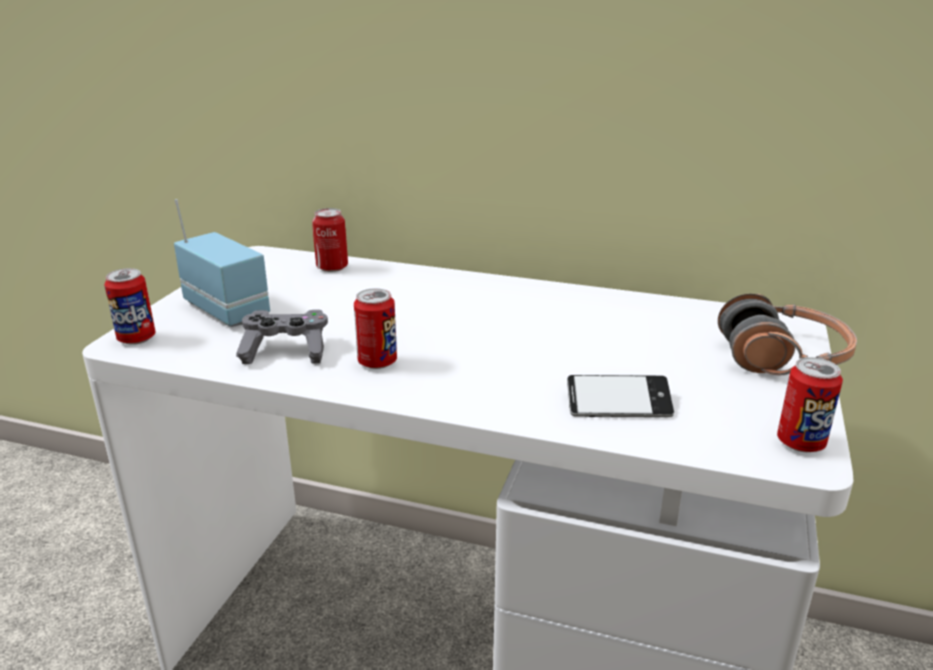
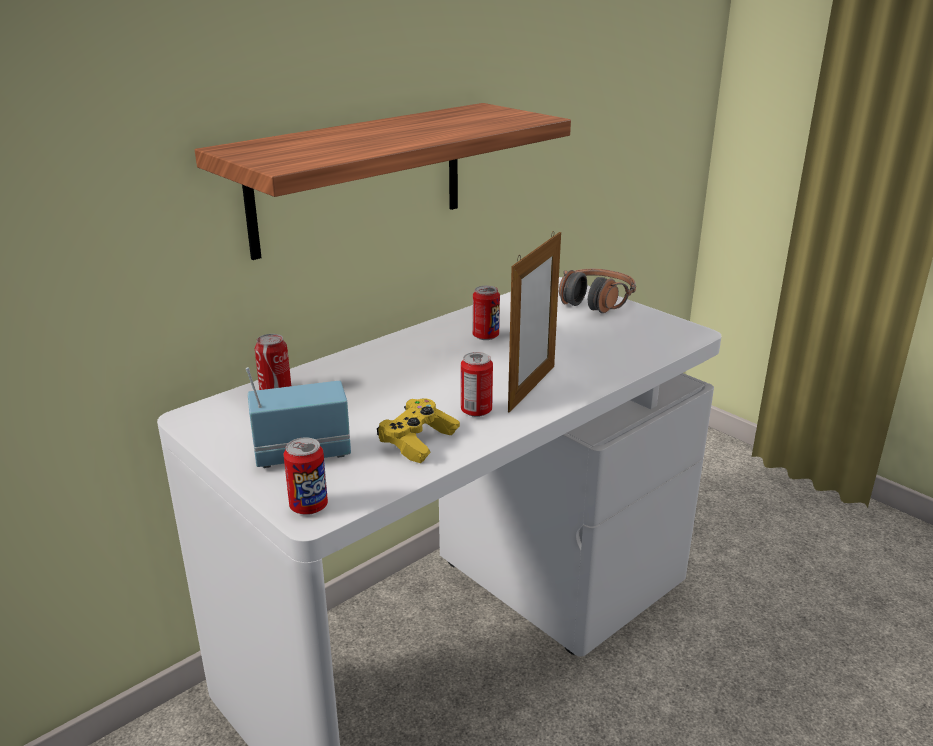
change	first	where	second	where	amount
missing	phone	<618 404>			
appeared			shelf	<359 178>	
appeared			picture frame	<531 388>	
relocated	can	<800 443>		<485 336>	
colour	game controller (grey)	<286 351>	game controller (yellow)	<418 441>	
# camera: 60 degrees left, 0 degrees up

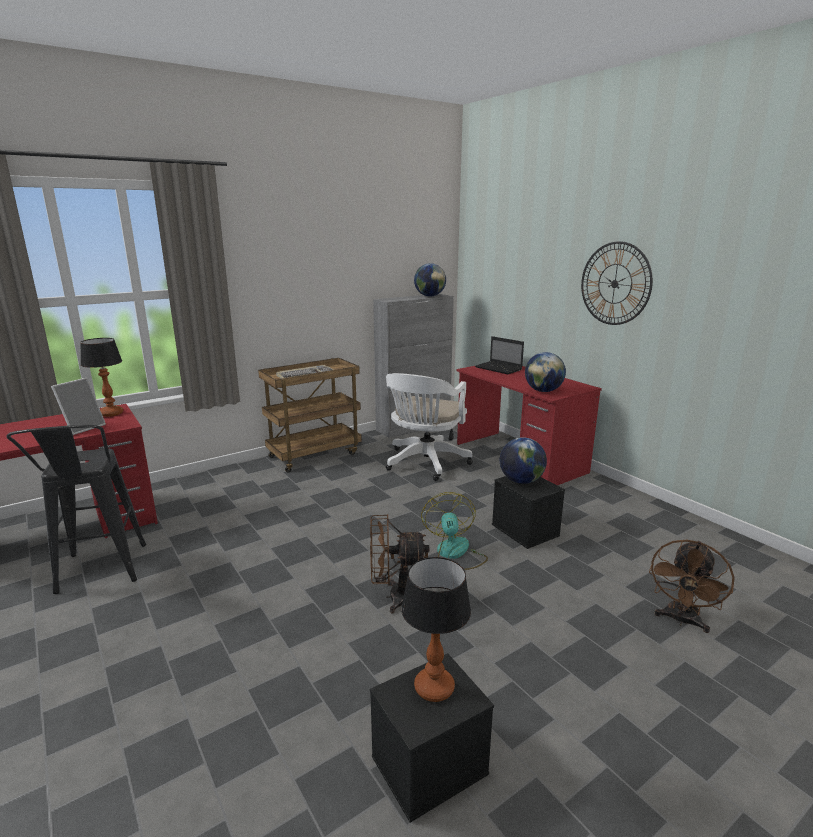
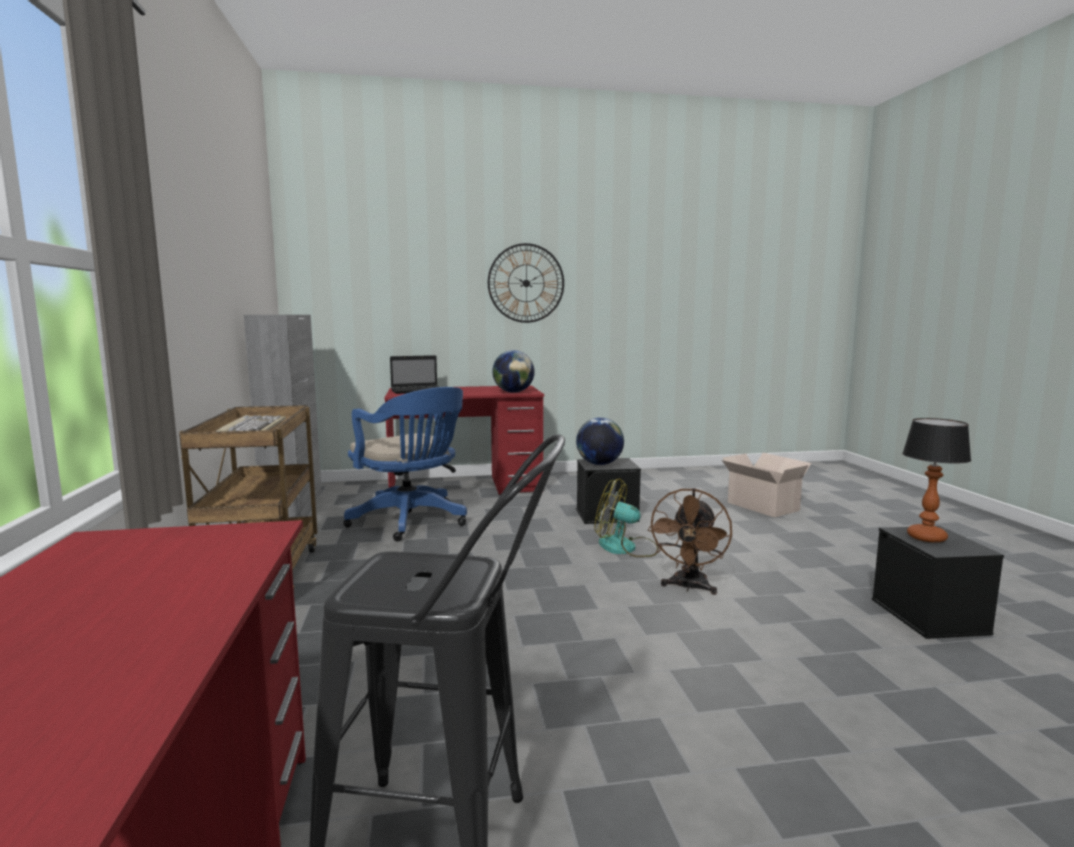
change	first	where	second	where	amount
missing	picture frame	<83 428>			
missing	table lamp	<112 413>			
missing	globe	<429 296>			
exchanged	fan (brown)	<681 620>	cardboard box	<761 506>	
colour	office chair (white)	<425 463>	office chair (blue)	<411 522>	
# camera: 65 degrees left, 10 degrees down

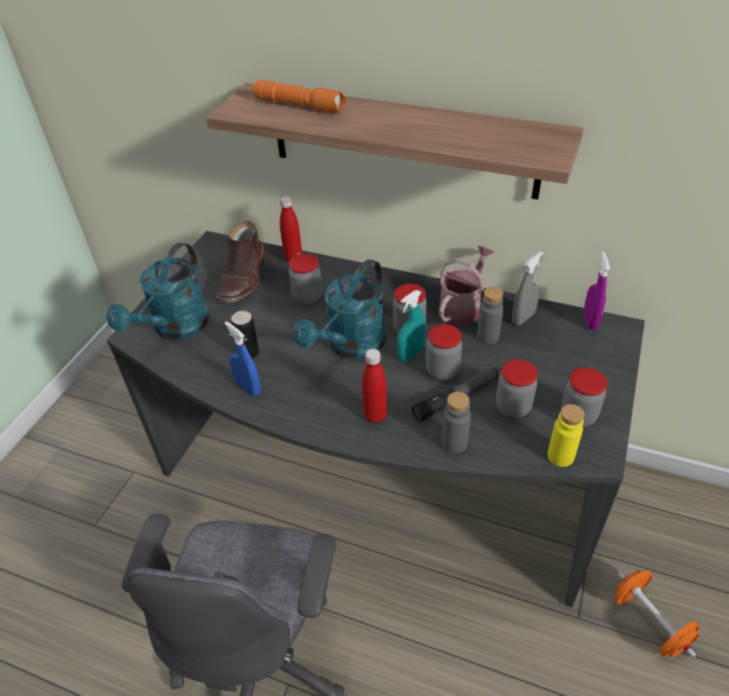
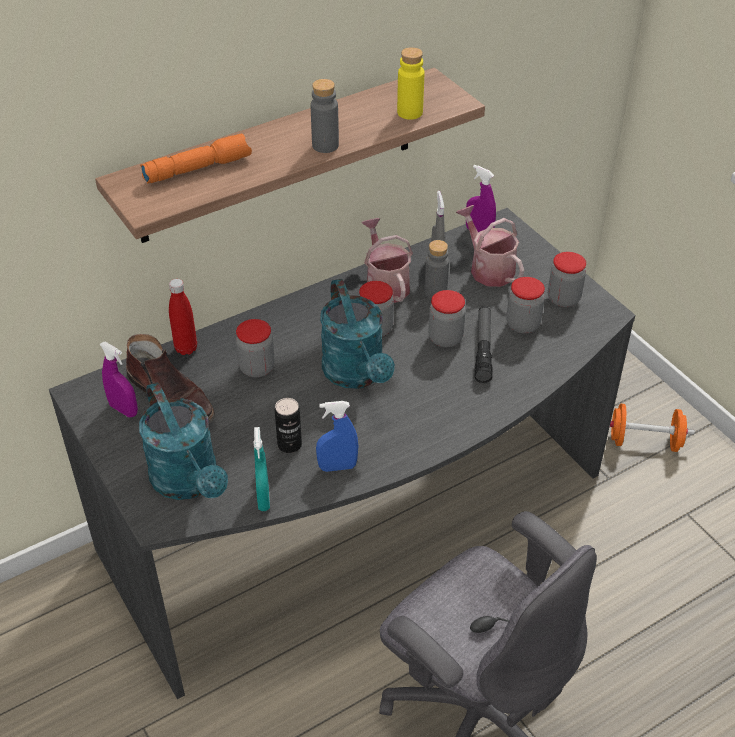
change	first	where	second	where	amount
missing	bottle (red)	<375 415>			
appeared			spray bottle (purple)	<123 410>	
appeared			watering can	<488 268>	
relocated	spray bottle (turquoise)	<410 354>		<263 498>	
relocated	bottle (grey)	<454 443>		<325 145>	
relocated	bottle (yellow)	<560 456>		<410 112>	
# camera: 55 degrees left, 0 degrees up

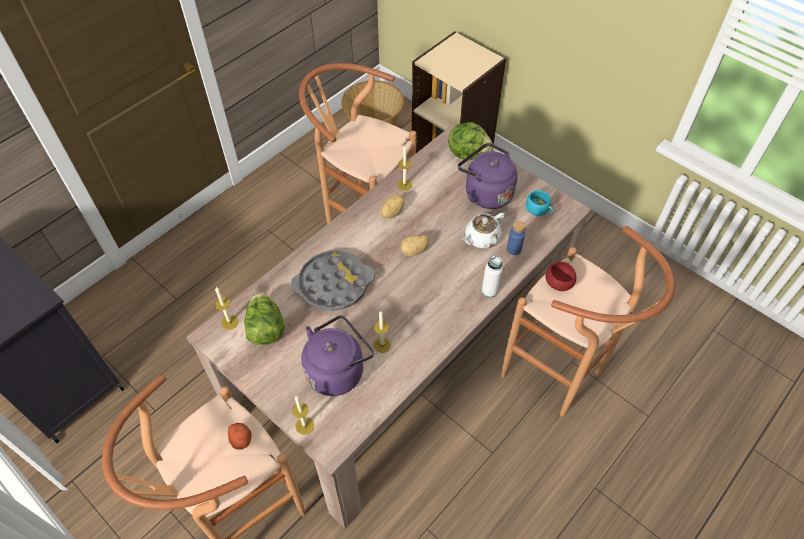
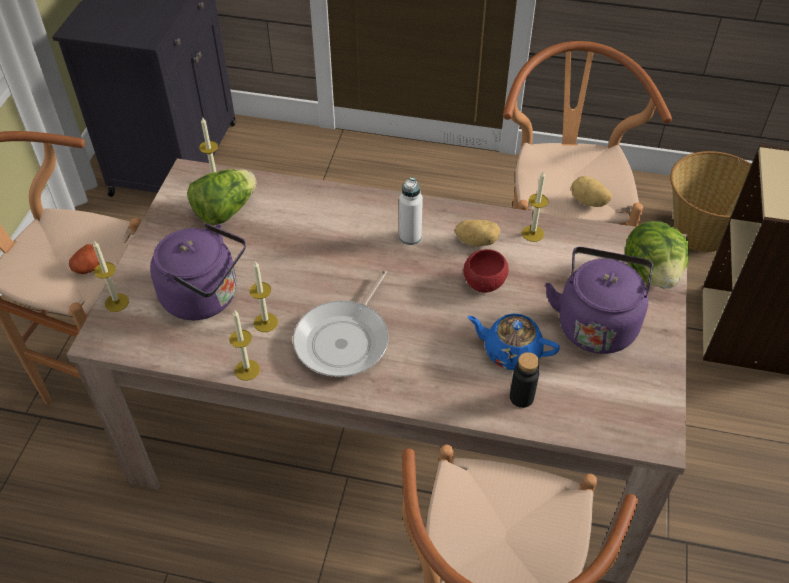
change	first	where	second	where	amount
missing	tray (grey)	<333 284>			
missing	cup (turquoise)	<539 209>			
appeared			candle	<247 370>	
appeared			frying pan	<345 339>	
relocated	potato	<415 251>		<588 202>	
relocated	bottle (white)	<489 291>		<410 237>	
relocated	bowl (red)	<558 283>		<484 283>	
colour	teapot (white)	<481 238>	teapot (blue)	<511 352>	
colour	bottle (blue)	<514 249>	bottle (black)	<521 397>	
# camera: 60 degrees right, 5 degrees down

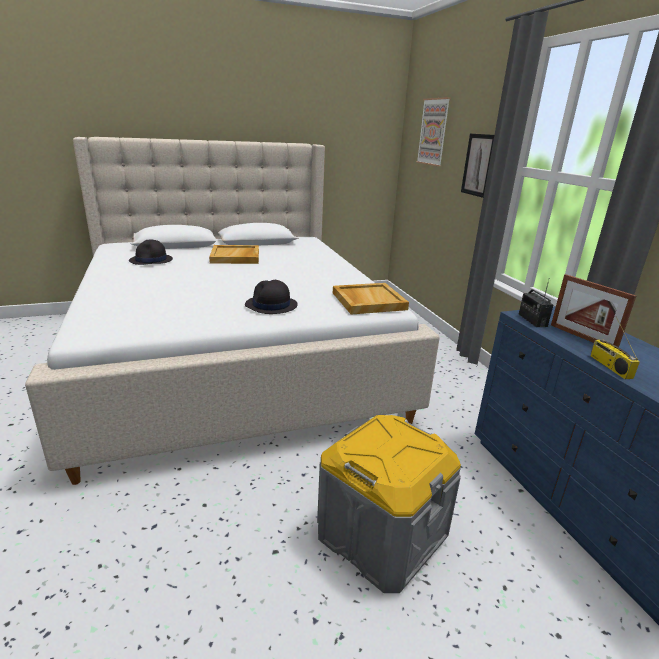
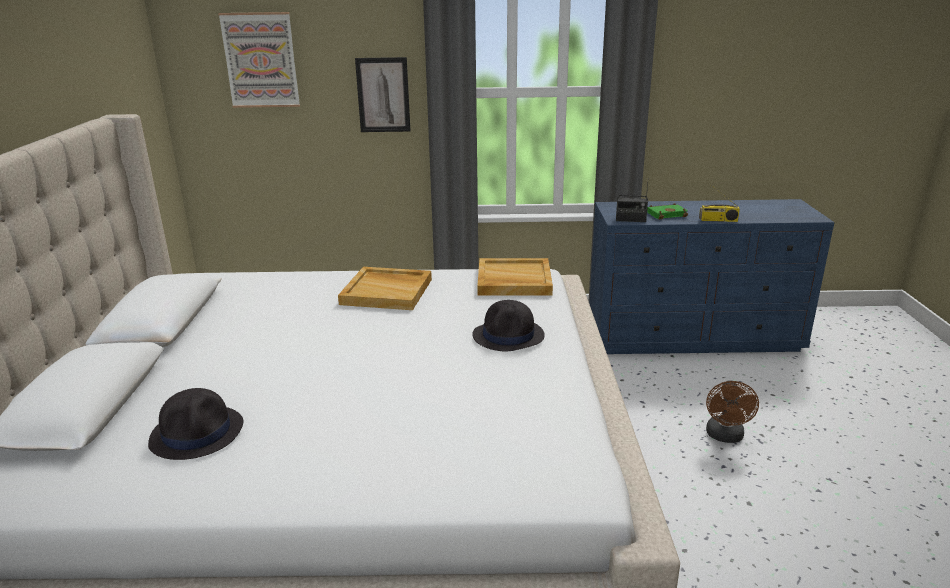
change	first	where	second	where	amount
relocated	tray (beige)	<236 257>		<387 291>	
exchanged	storage box (grey)	<381 535>	fan (brown)	<725 437>	
exchanged	picture frame	<582 337>	book (green)	<667 214>	
# camera: 70 degrees left, 0 degrees up

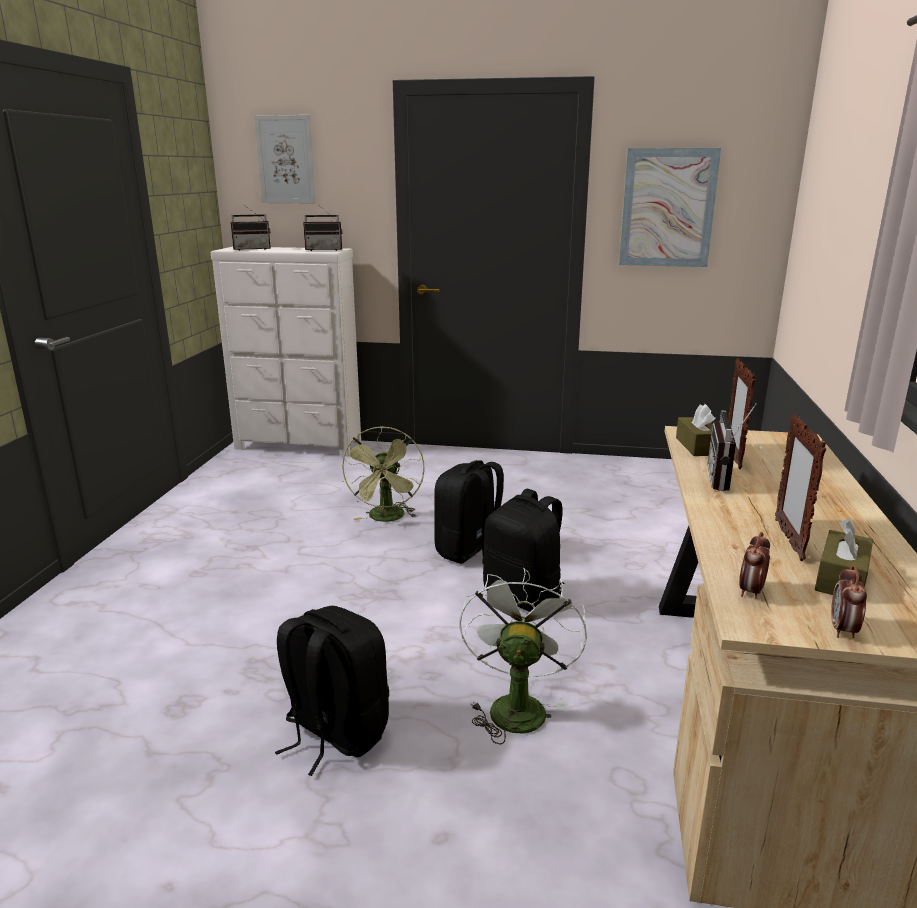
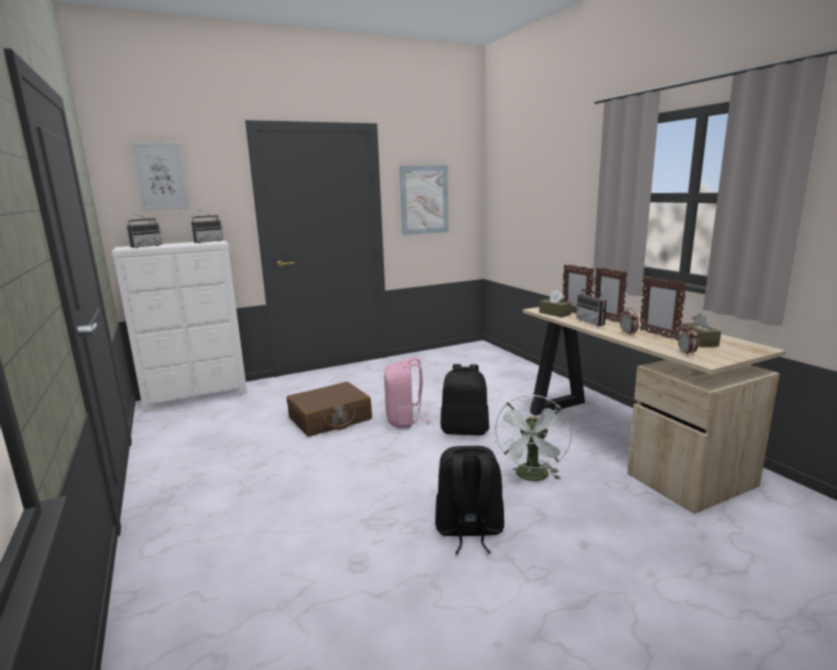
change	first	where	second	where	amount
appeared			picture frame	<607 319>	
relocated	alarm clock	<843 630>		<628 334>	
exchanged	fan (green)	<387 518>	suitcase (brown)	<330 419>	
colour	backpack (black)	<469 551>	backpack (pink)	<405 420>	
spun	fan (white)	<516 705>		<532 477>	135 degrees counterclockwise
# camera: 35 degrees left, 5 degrees down

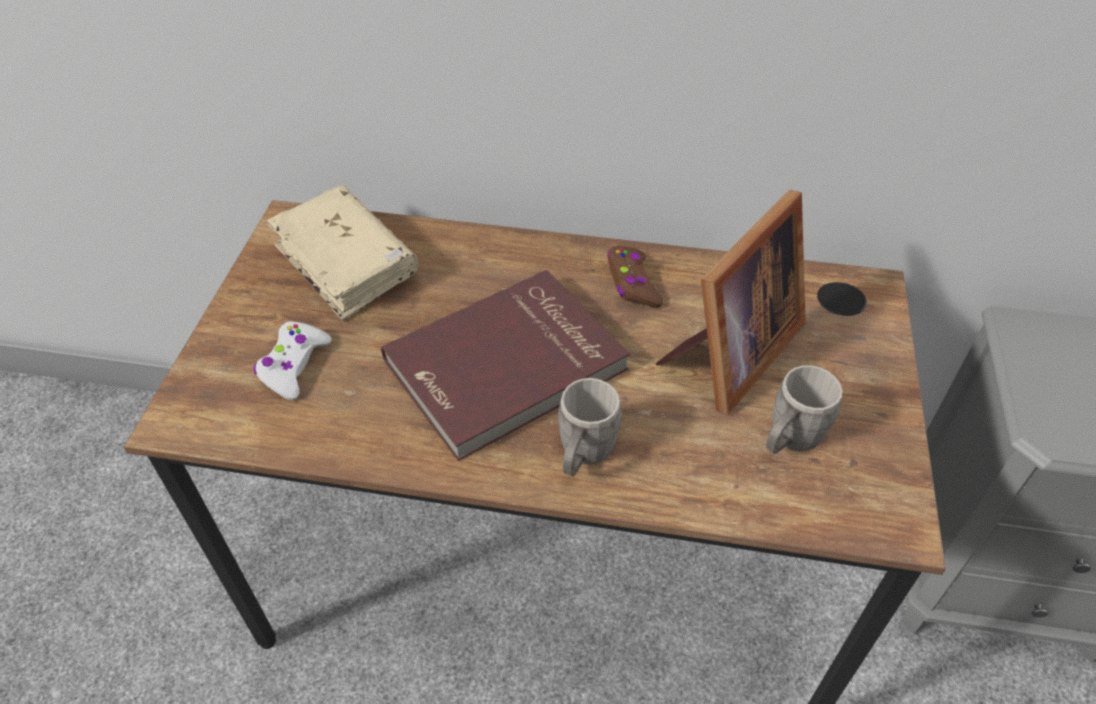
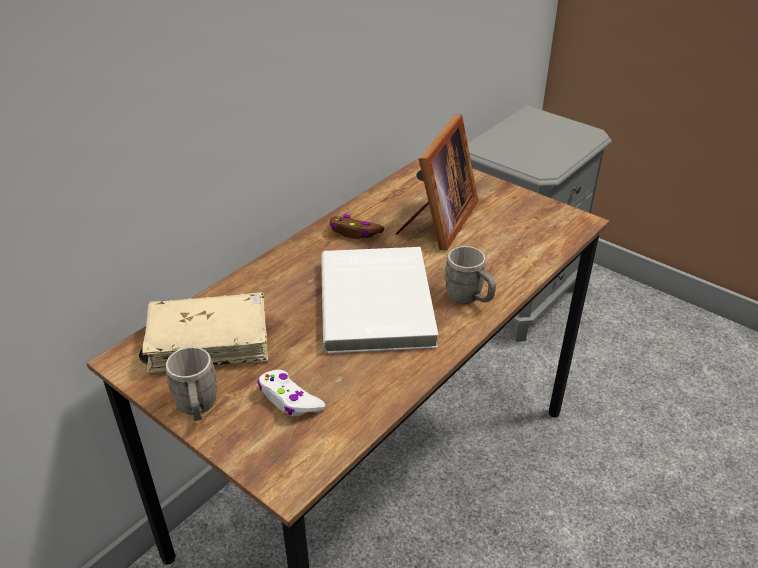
change	first	where	second	where	amount
relocated	mug (grey)	<789 439>		<197 408>	
colour	book (red)	<507 368>	book (white)	<379 303>	
spun	picture frame	<729 354>		<438 223>	45 degrees clockwise
# camera: 60 degrees left, 10 degrees down

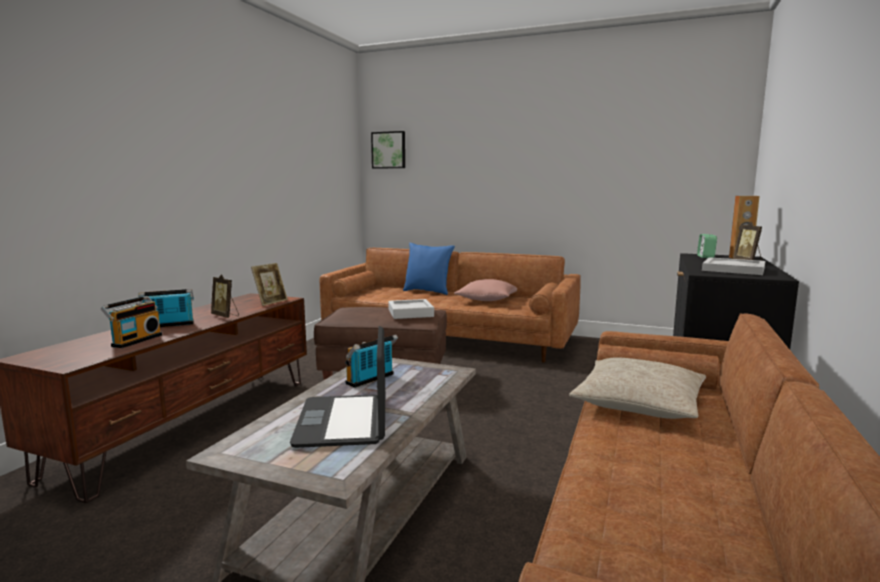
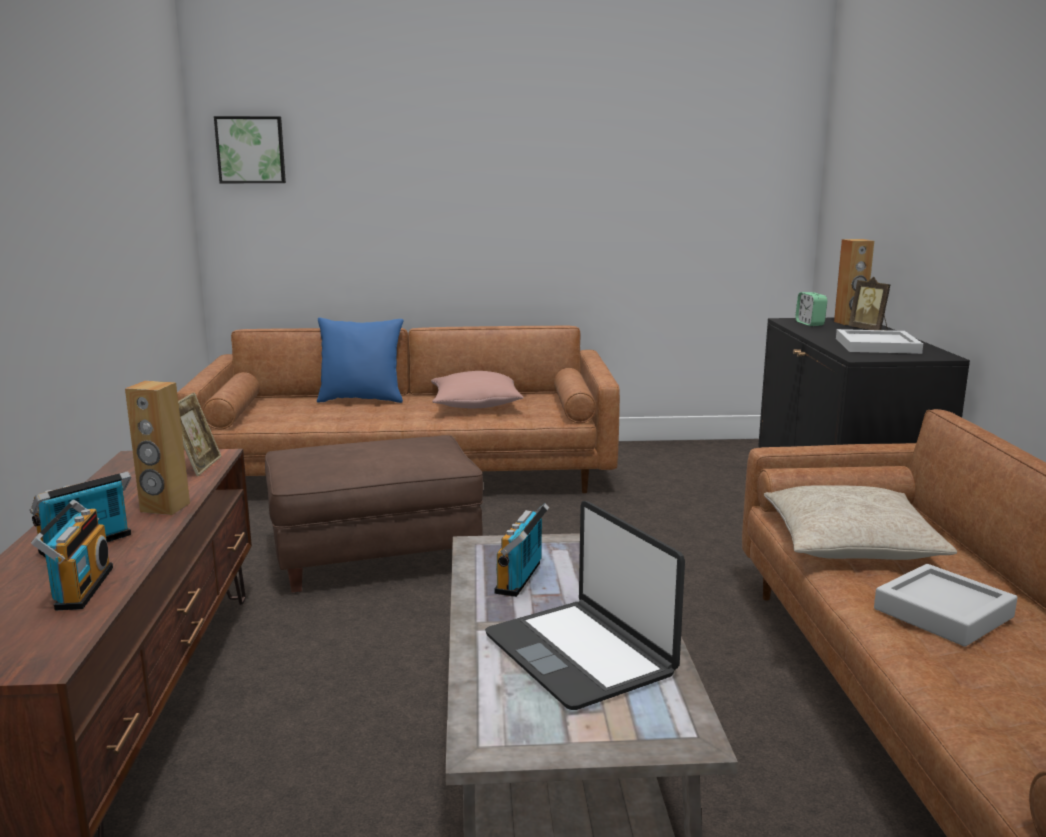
change	first	where	second	where	amount
relocated	tray (grey)	<410 313>		<943 613>	
exchanged	picture frame	<226 316>	speaker (brown)	<165 508>	
# camera: 25 degrees left, 5 degrees up

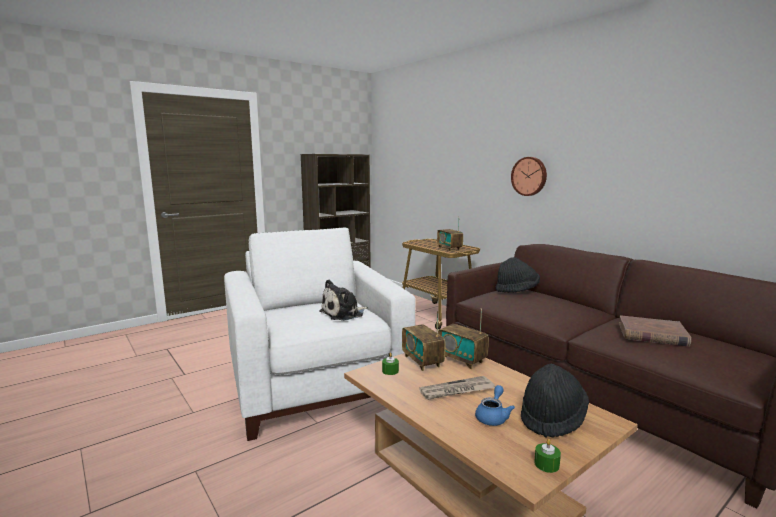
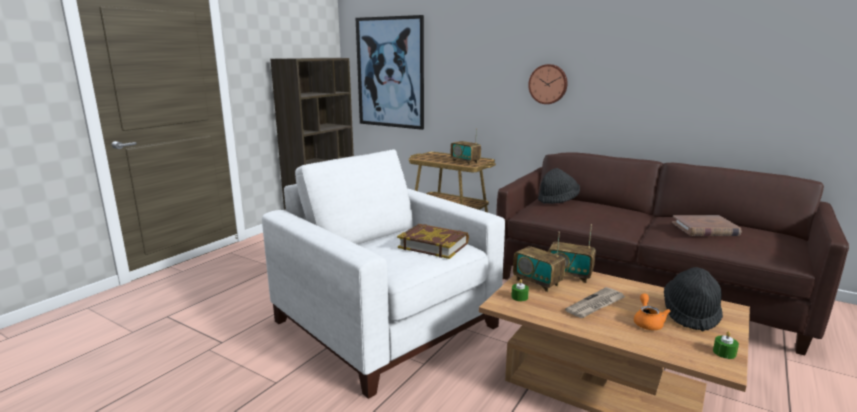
change	first	where	second	where	amount
appeared			picture	<390 73>	
exchanged	plush toy	<344 313>	book	<433 245>	
colour	teapot (blue)	<493 417>	teapot (orange)	<647 322>	
# camera: 20 degrees left, 5 degrees up

